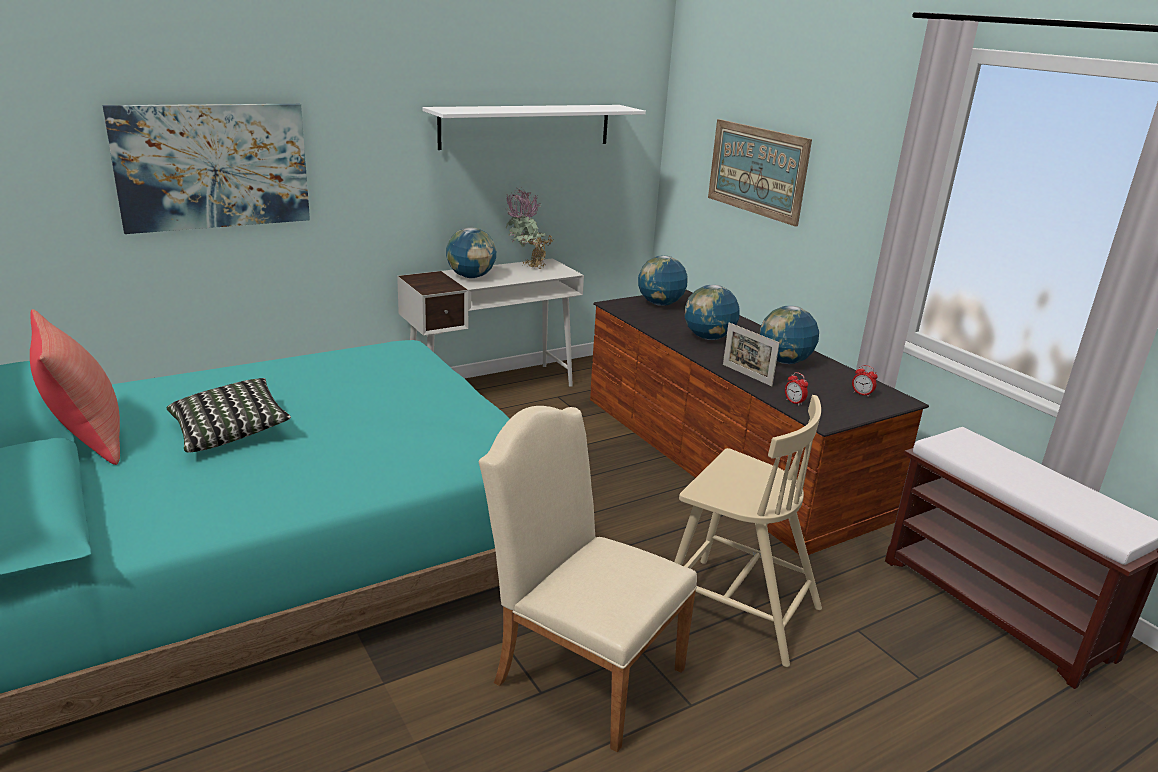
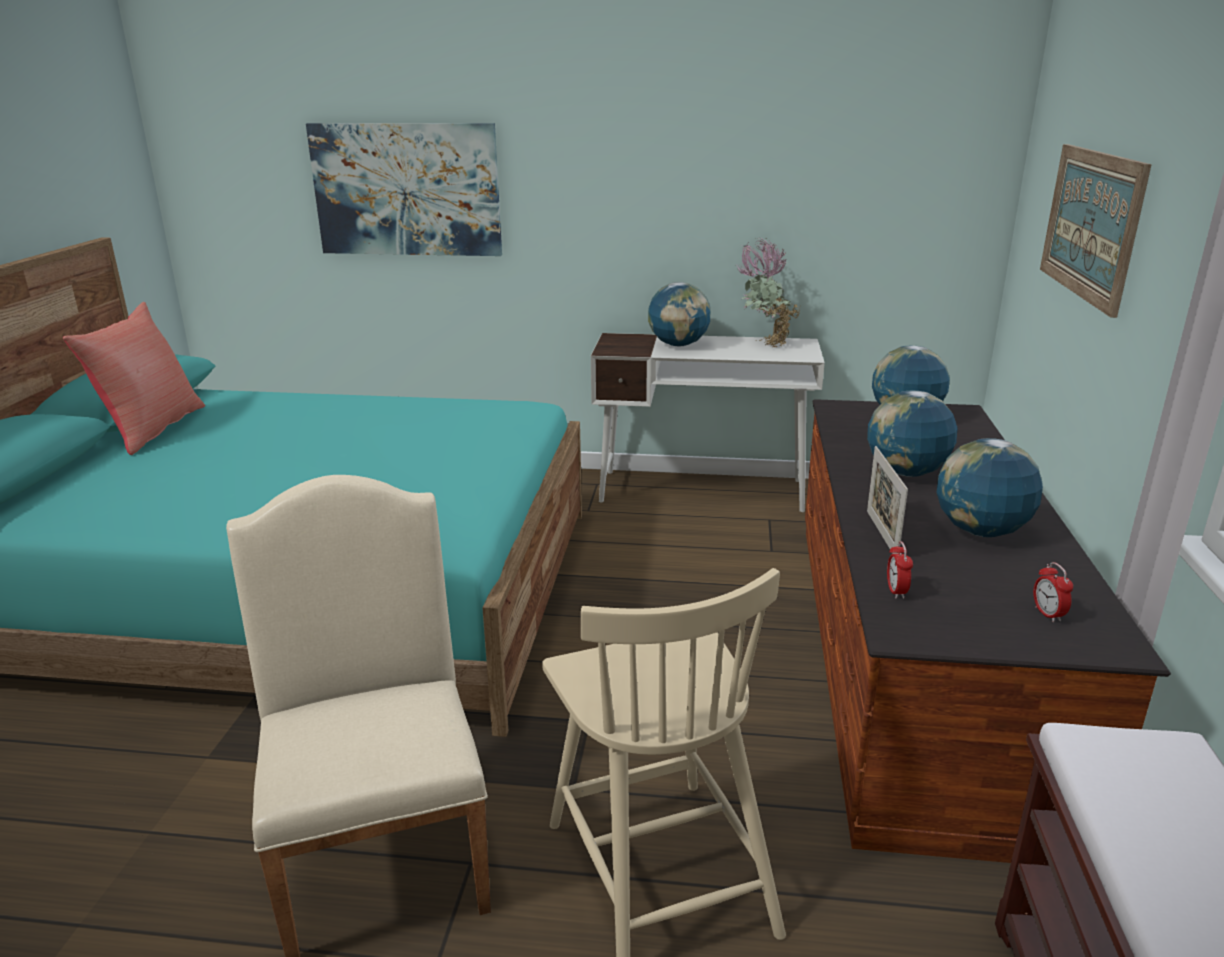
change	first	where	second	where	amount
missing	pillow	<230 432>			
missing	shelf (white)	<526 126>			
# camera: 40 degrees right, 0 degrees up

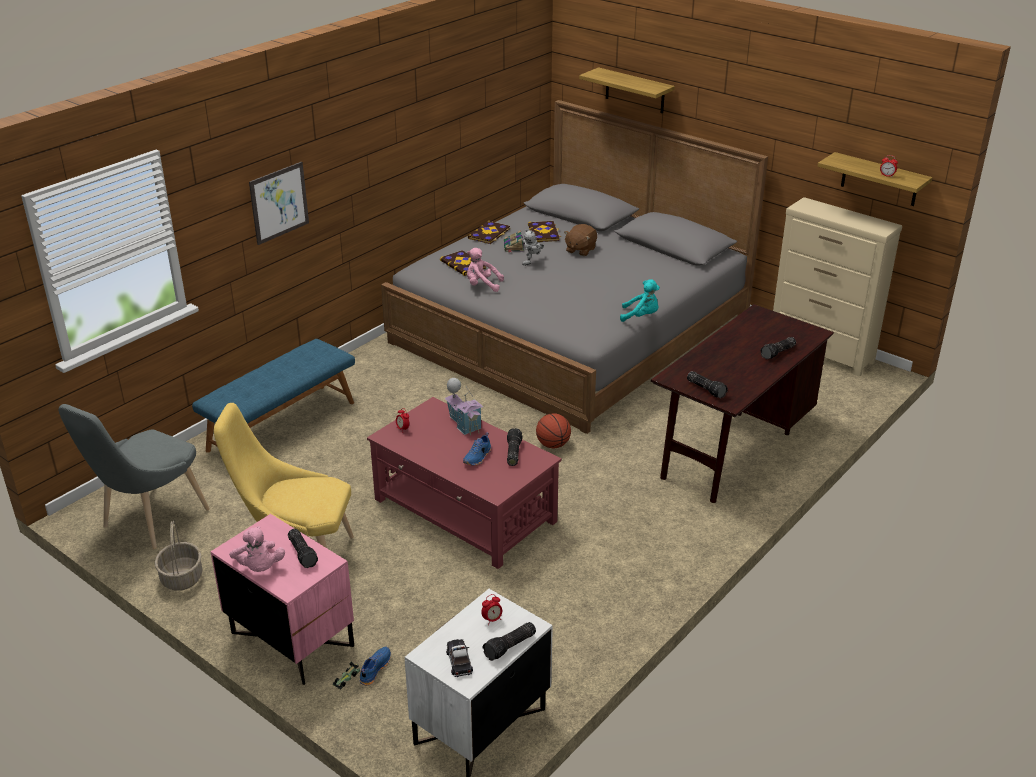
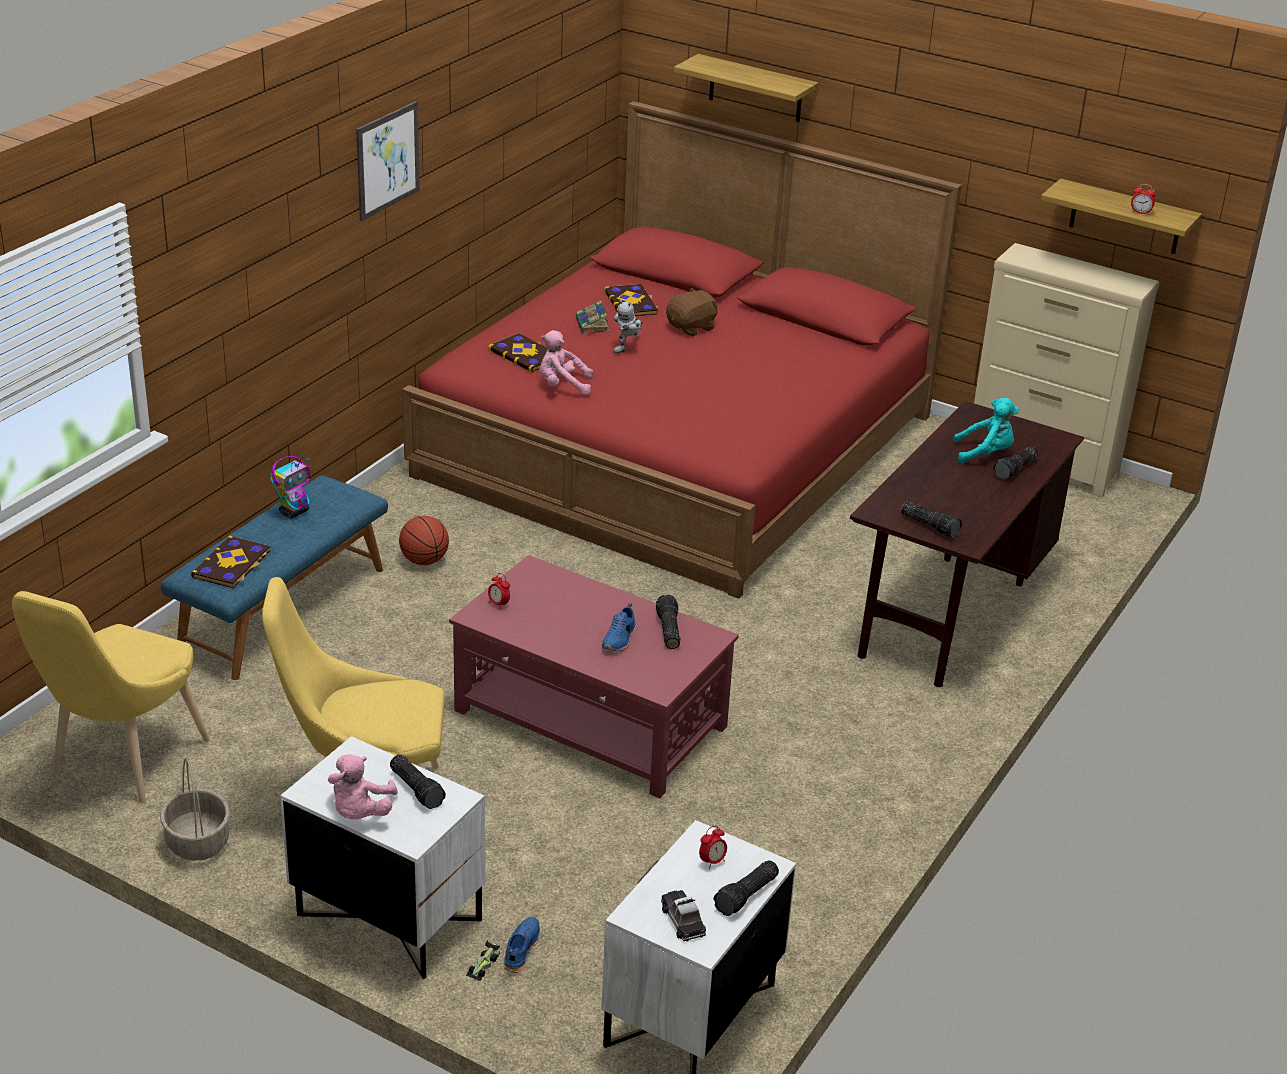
change	first	where	second	where	amount
missing	toy house	<464 423>			
appeared			toy robot	<294 512>	
relocated	picture	<279 202>		<387 160>	
relocated	book	<489 234>		<232 565>	
relocated	basketball	<553 445>		<424 561>	
relocated	plush toy (turquoise)	<641 316>		<985 454>	
colour	chair (grey)	<150 522>	chair (yellow)	<123 763>	
colour	nightstand (pink)	<290 640>	nightstand (white)	<387 918>	
colour	bed (grey)	<570 329>	bed (red)	<677 444>	
spun	plush toy (pink)	<259 567>		<360 813>	45 degrees clockwise
spun	plush toy (brown)	<580 250>		<692 327>	150 degrees counterclockwise
# camera: 10 degrees left, 0 degrees up

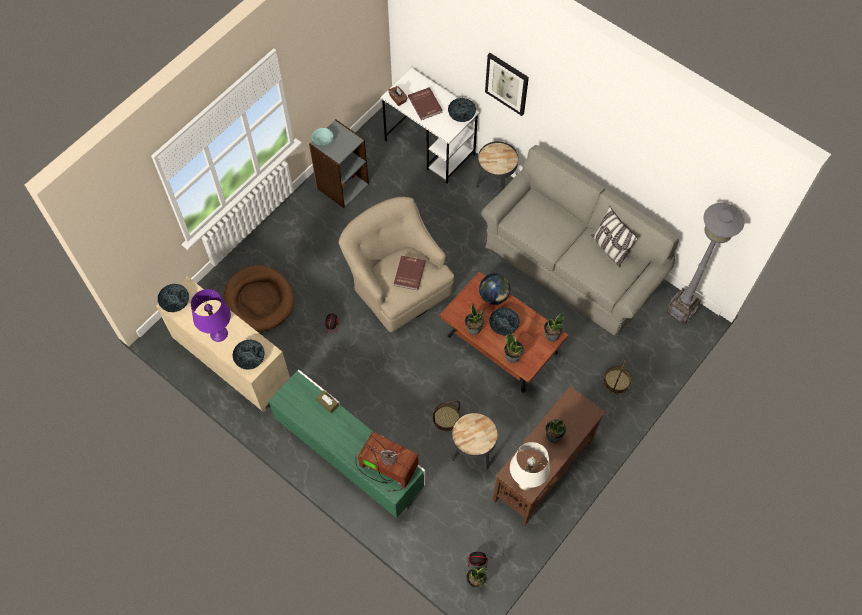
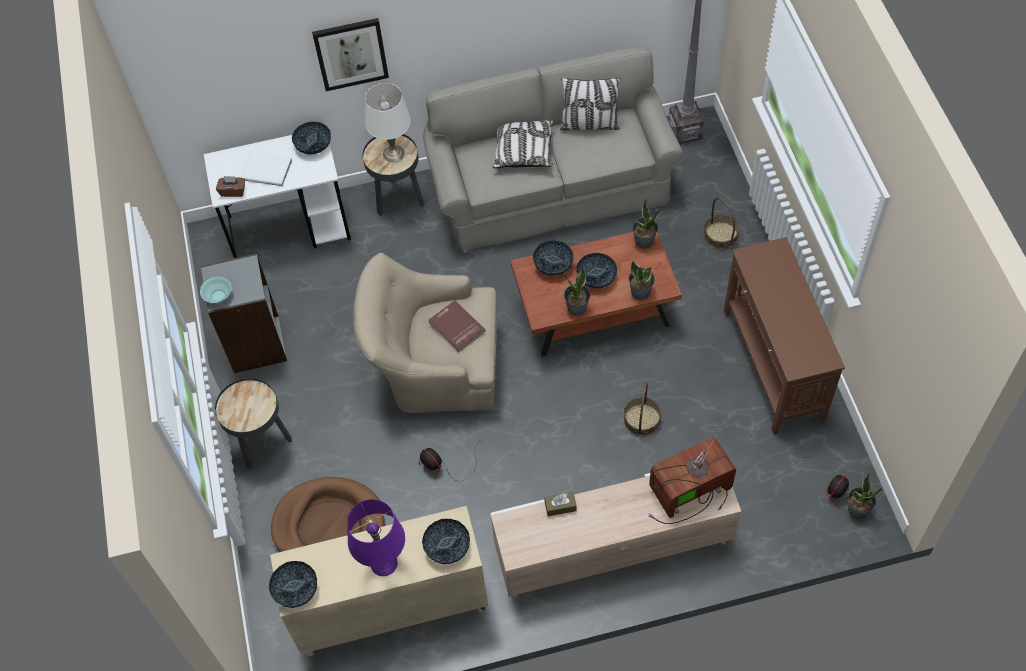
change	first	where	second	where	amount
missing	potted plant	<553 435>			
appeared			pillow	<523 151>	
relocated	side table (black)	<472 453>		<262 443>	
relocated	table lamp (white)	<526 481>		<394 153>	
exchanged	globe	<494 296>	bowl	<553 265>	
colour	tv stand (green)	<350 455>	tv stand (beige)	<613 547>	
colour	book (red)	<425 104>	book (white)	<266 169>	
# camera: 50 degrees left, 5 degrees down

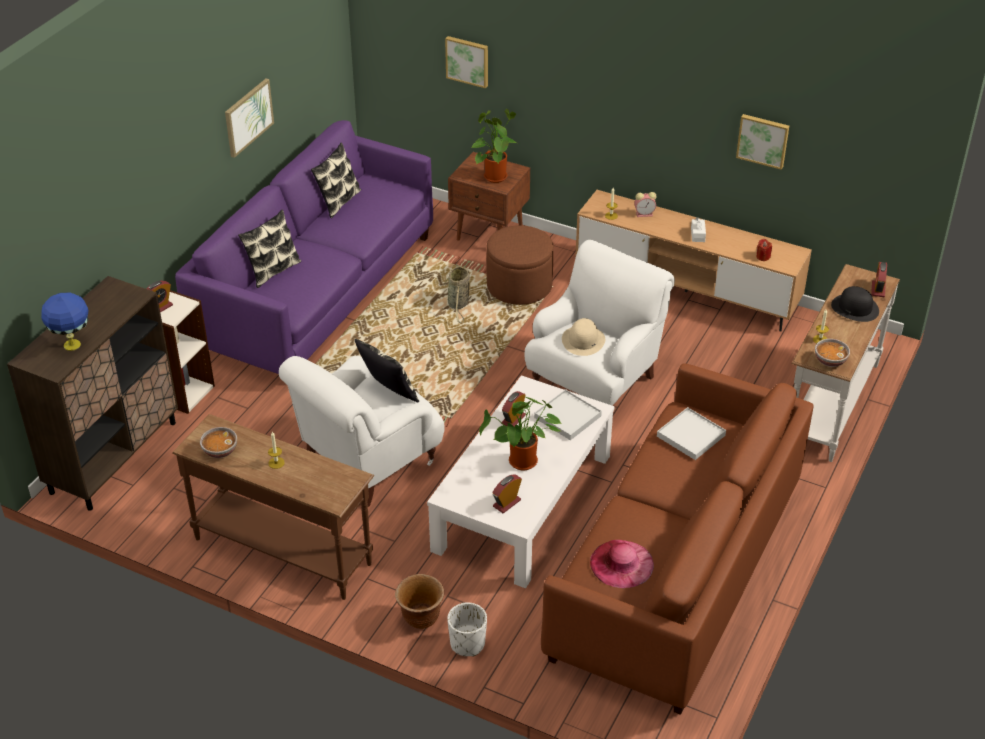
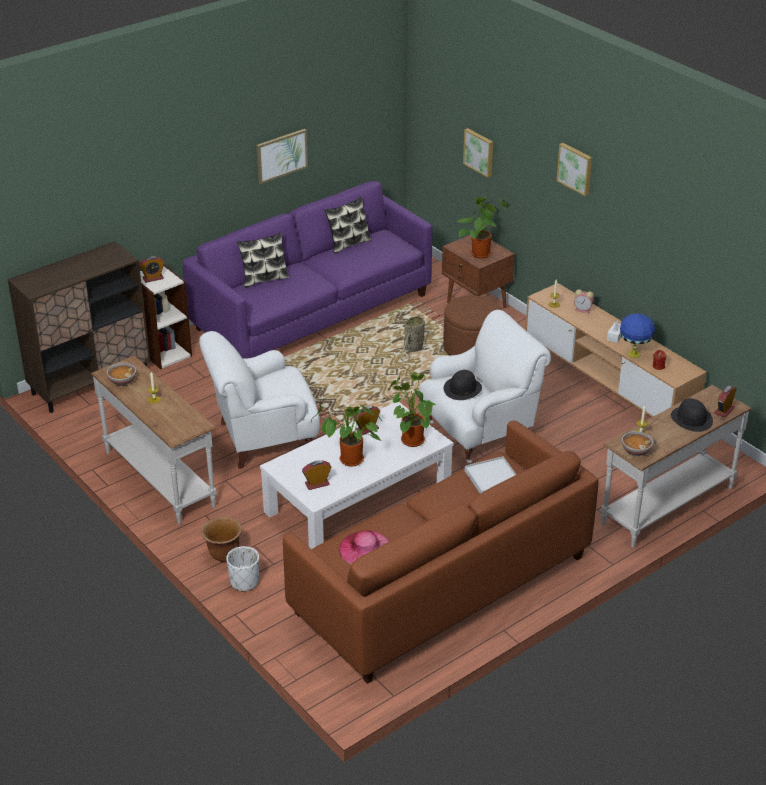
change	first	where	second	where	amount
missing	pillow	<388 393>			
relocated	table lamp (blue)	<72 344>		<634 354>	
relocated	picture	<763 140>		<575 168>	
exchanged	tray (white)	<567 417>	potted plant	<410 439>	
colour	console table (brown)	<283 550>	console table (white)	<161 478>	
colour	hat (beige)	<583 340>	hat (black)	<462 389>	
# camera: 25 degrees right, 5 degrees down

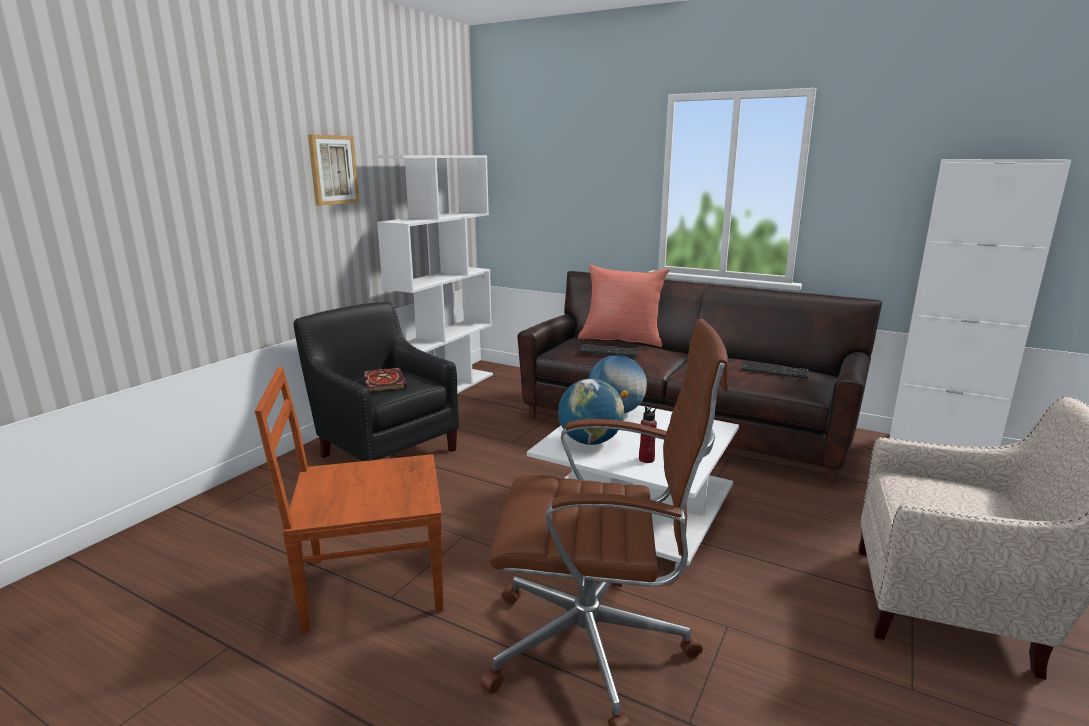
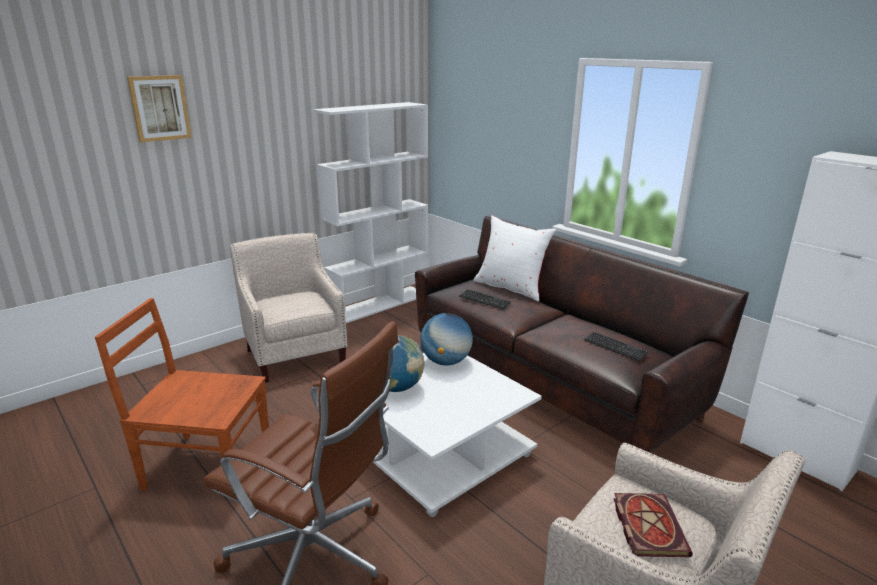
change	first	where	second	where	amount
missing	bottle (red)	<646 459>			
relocated	picture	<333 170>		<159 108>	
relocated	book	<383 382>		<647 525>	
colour	armchair (black)	<386 449>	armchair (beige)	<295 353>	
colour	pillow (red)	<621 339>	pillow (white)	<511 288>	
# camera: 20 degrees right, 5 degrees up

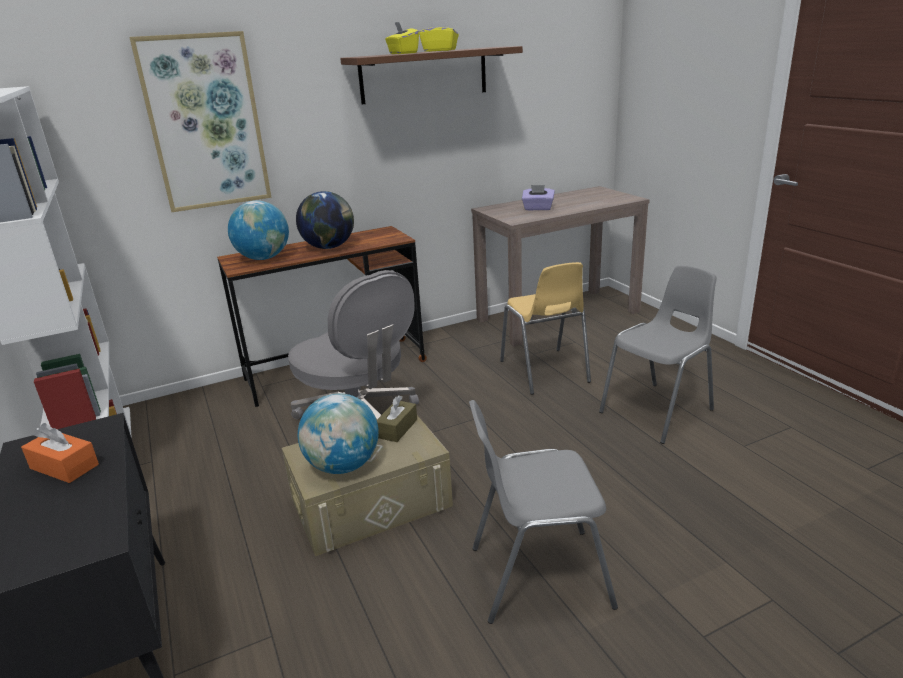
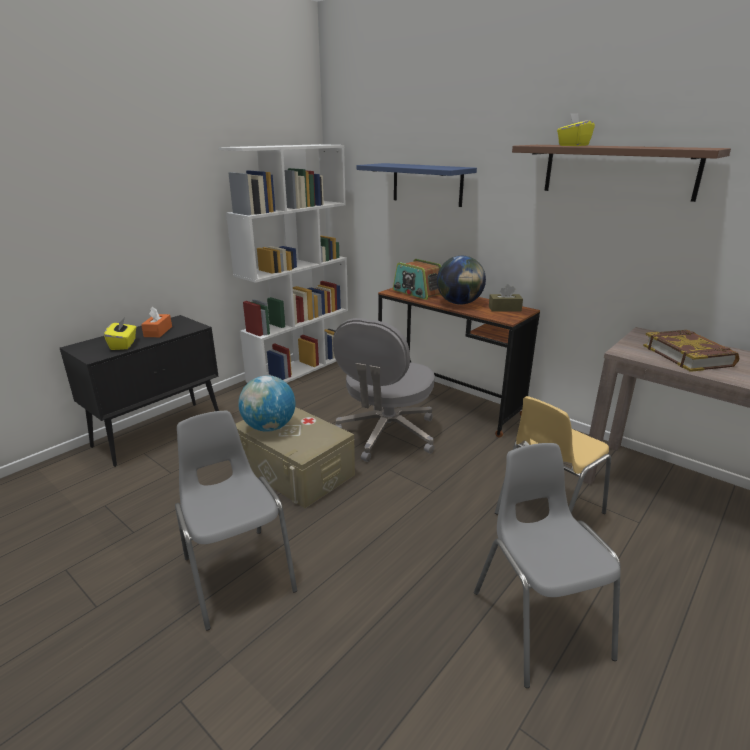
change	first	where	second	where	amount
relocated	tissue box (brown)	<397 428>		<504 309>	
relocated	tissue box (yellow)	<440 50>		<123 345>	
exchanged	picture	<205 123>	shelf (blue)	<427 184>	
exchanged	globe	<264 258>	radio	<417 292>	
exchanged	tissue box (purple)	<538 208>	book	<688 355>	
spun	chair (grey)	<658 411>		<538 623>	135 degrees counterclockwise
# camera: 65 degrees right, 0 degrees up

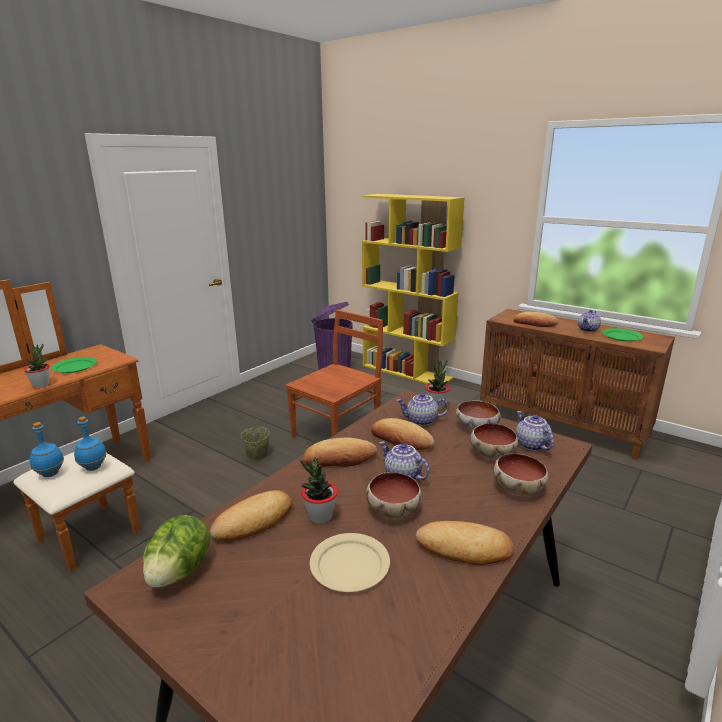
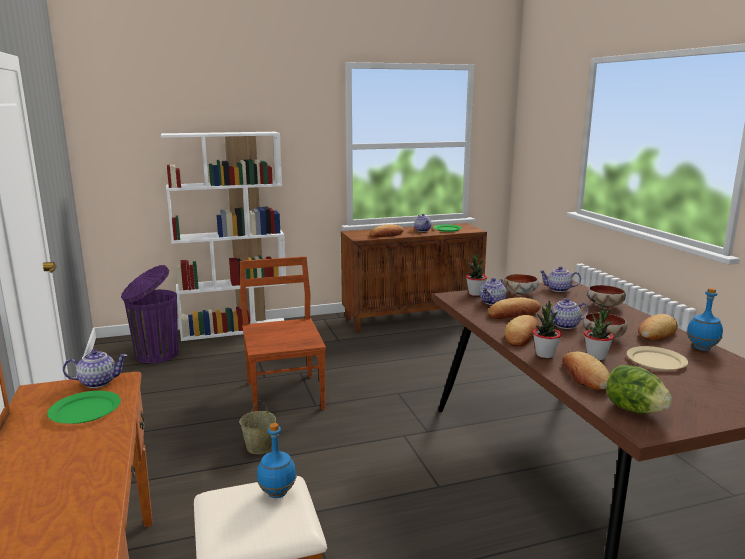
change	first	where	second	where	amount
missing	bowl	<492 453>			
appeared			teapot	<98 382>	
relocated	potted plant	<41 385>		<545 354>	
relocated	bottle (blue)	<50 474>		<702 348>	
colour	bookcase (yellow)	<407 372>	bookcase (white)	<235 329>	
# camera: 55 degrees left, 5 degrees down

